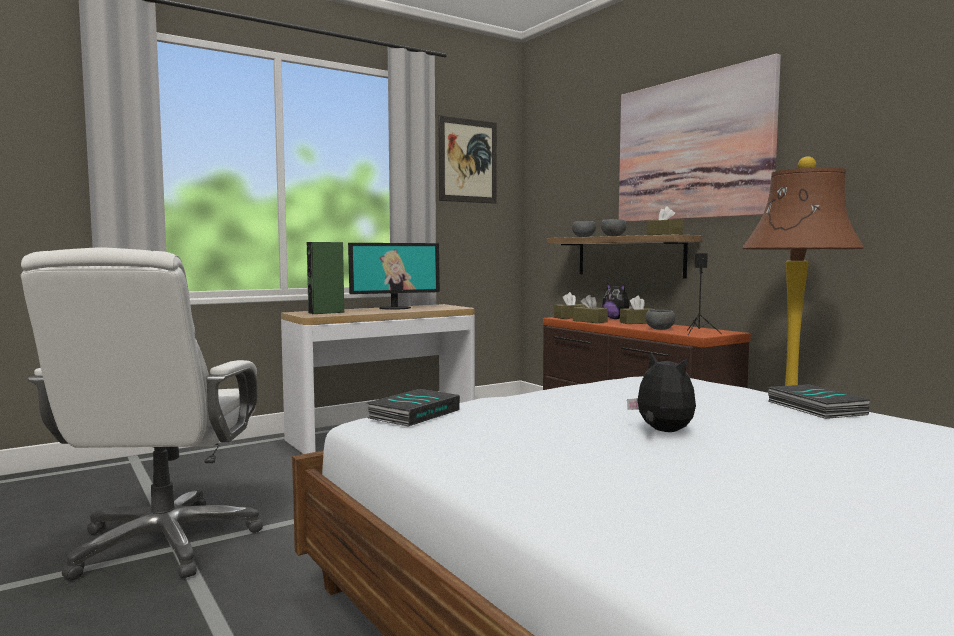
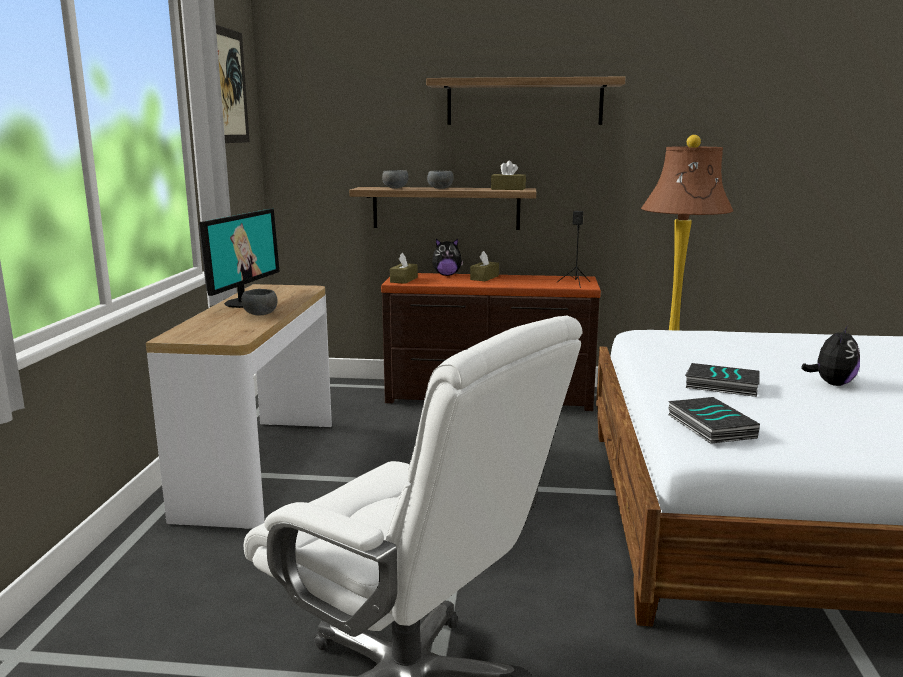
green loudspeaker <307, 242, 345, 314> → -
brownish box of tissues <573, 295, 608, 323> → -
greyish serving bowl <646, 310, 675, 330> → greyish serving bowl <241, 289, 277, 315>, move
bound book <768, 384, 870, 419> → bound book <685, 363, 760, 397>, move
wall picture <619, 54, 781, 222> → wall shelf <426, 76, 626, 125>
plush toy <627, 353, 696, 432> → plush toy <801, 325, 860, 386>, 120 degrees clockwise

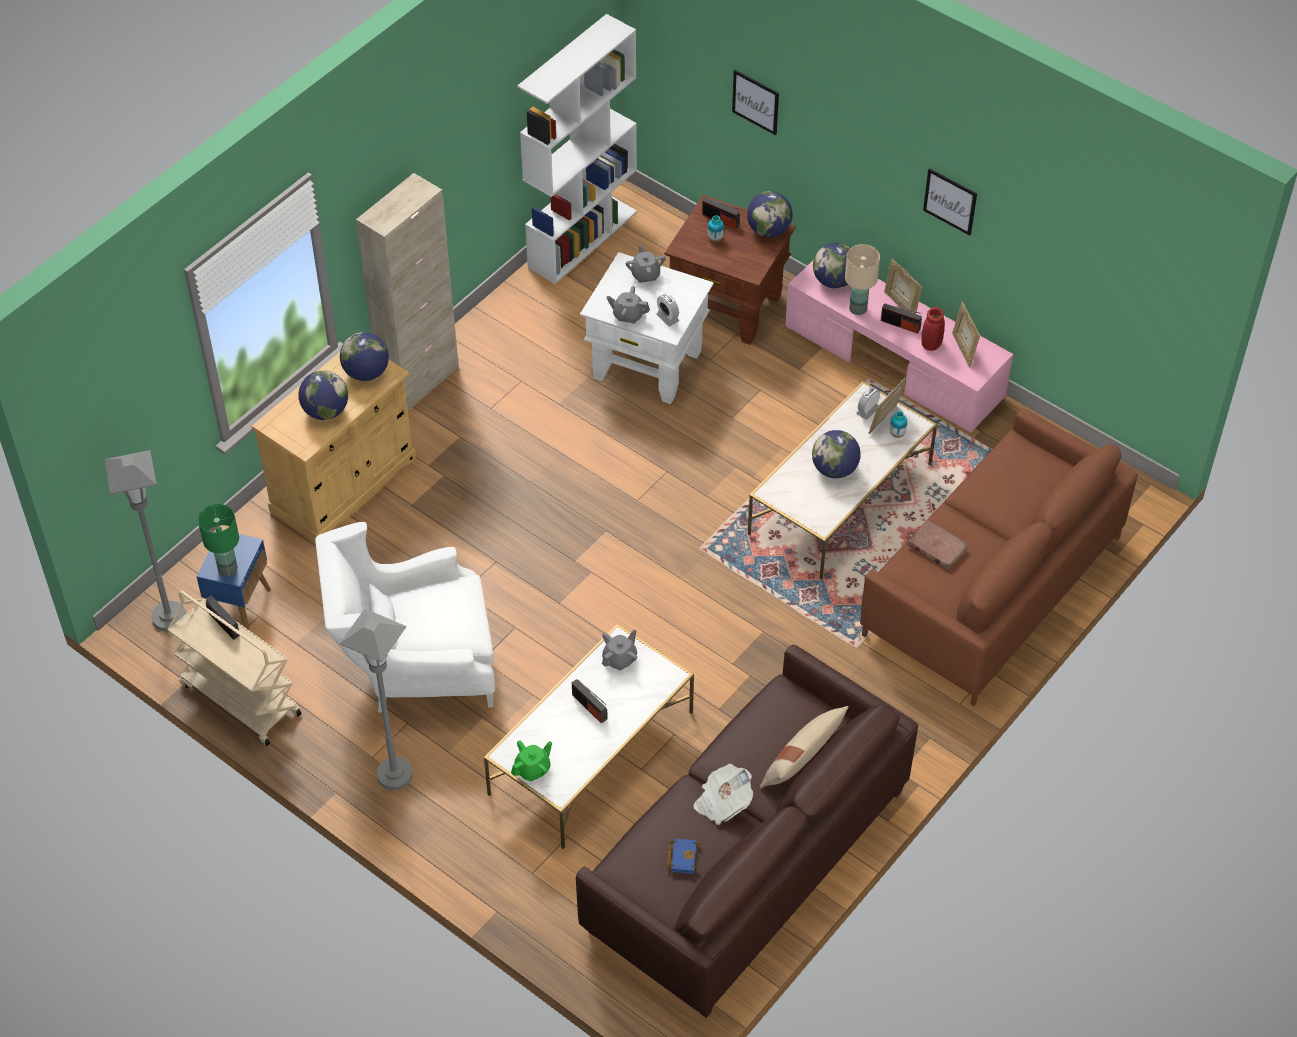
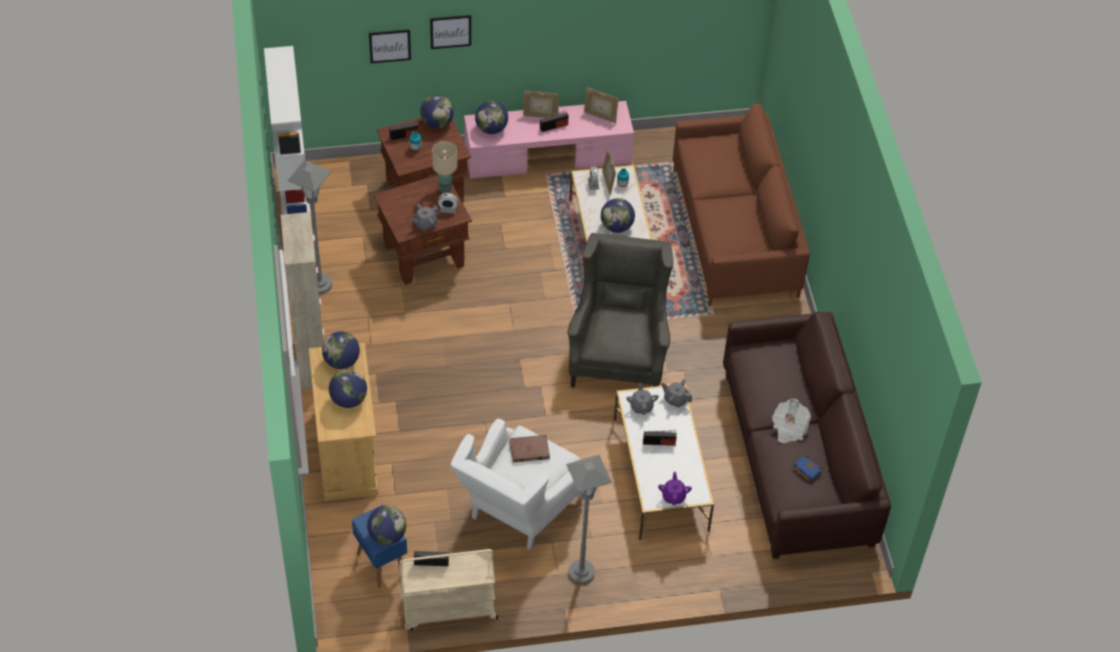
beige-coloured cushion <760, 706, 849, 788> → -
reddish flower vase <921, 307, 945, 351> → -
- → greyish lounge chair <567, 233, 673, 388>
greyish standard lamp <105, 450, 186, 632> → greyish standard lamp <288, 160, 332, 294>, move
greyish teapot <626, 244, 666, 283> → greyish teapot <661, 379, 692, 408>, move
beige-coloured table lamp <845, 244, 880, 315> → beige-coloured table lamp <432, 141, 457, 193>, move
brownish bound book <907, 520, 968, 570> → brownish bound book <509, 435, 550, 463>, move
wall picture <923, 168, 977, 236> → wall picture <430, 15, 471, 49>, move
green table lamp <198, 504, 239, 577> → globe <367, 506, 406, 545>
green teapot <511, 740, 552, 781> → purplish teapot <658, 472, 692, 506>
white end table <580, 252, 714, 404> → brownish end table <373, 175, 472, 285>

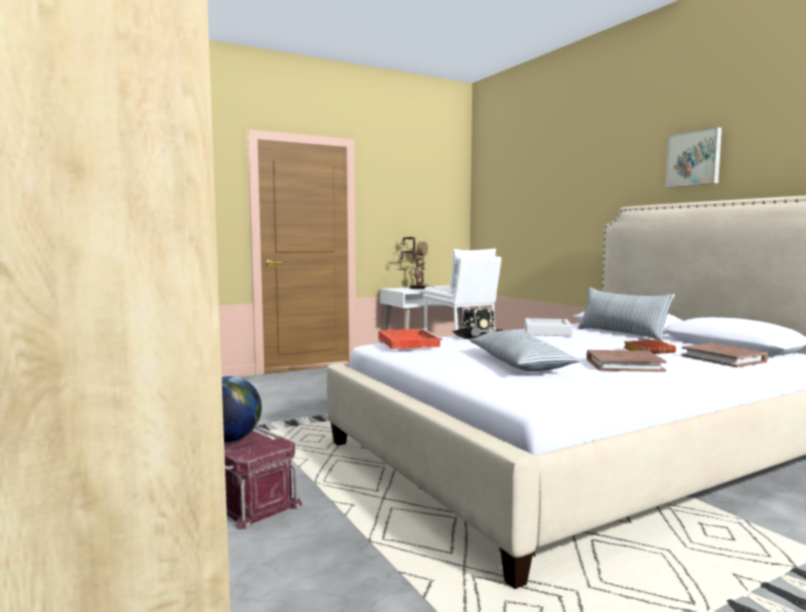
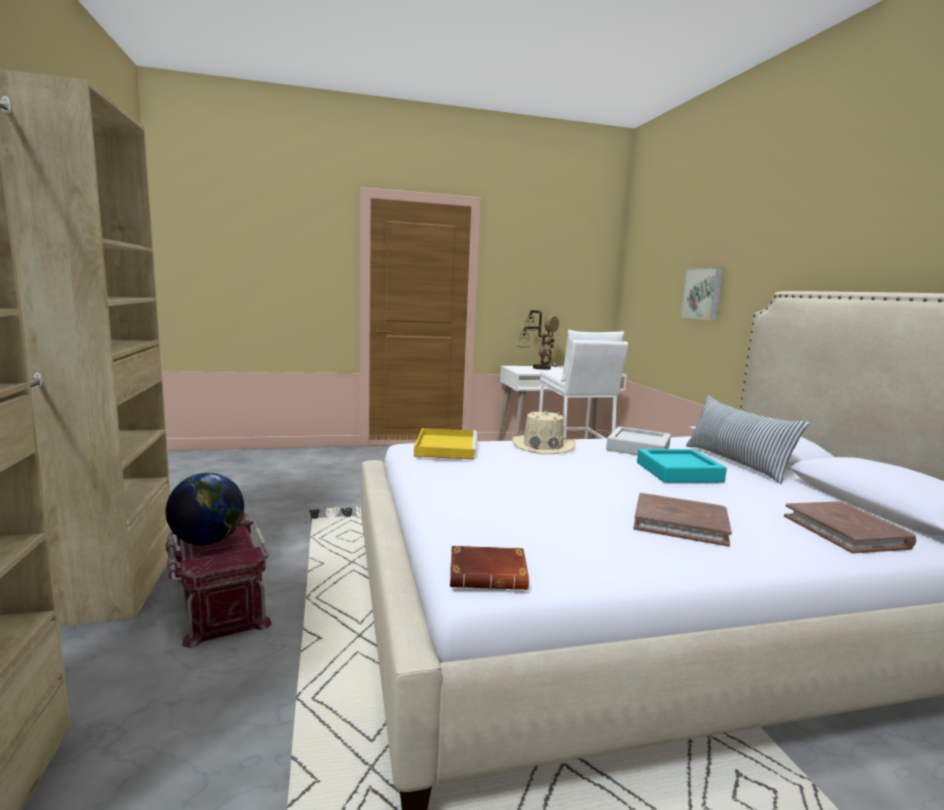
cushion <470, 330, 581, 372> → -
- → turquoise-coloured carrying tray <637, 449, 727, 483>
brownish bound book <623, 340, 676, 354> → brownish bound book <450, 546, 529, 590>, move
wall picture <666, 127, 722, 188> → wall picture <680, 267, 723, 320>, move
reddish carrying tray <379, 328, 442, 349> → yellow-coloured carrying tray <414, 428, 478, 460>
black wearable hat <452, 305, 504, 339> → beige-coloured wearable hat <512, 409, 576, 454>

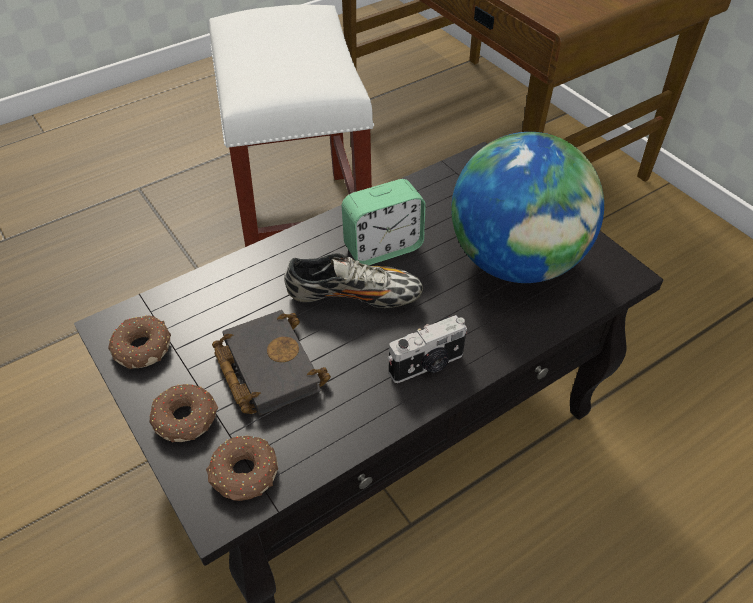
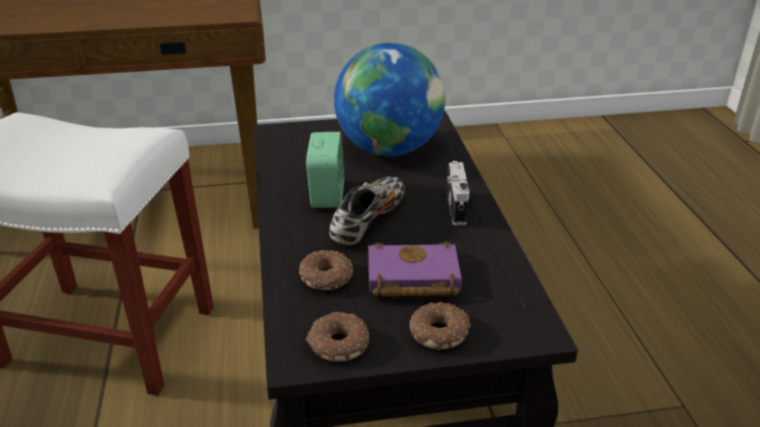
donut <206, 436, 278, 501> → donut <299, 250, 353, 290>, move
black bound book <212, 310, 331, 416> → purplish bound book <368, 241, 462, 297>

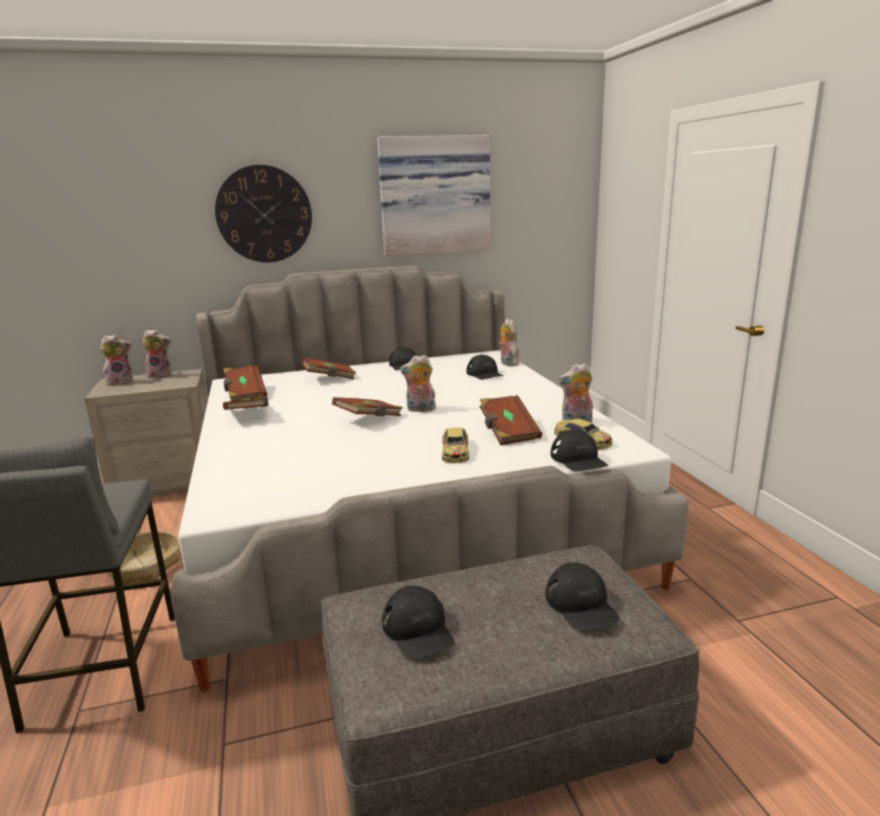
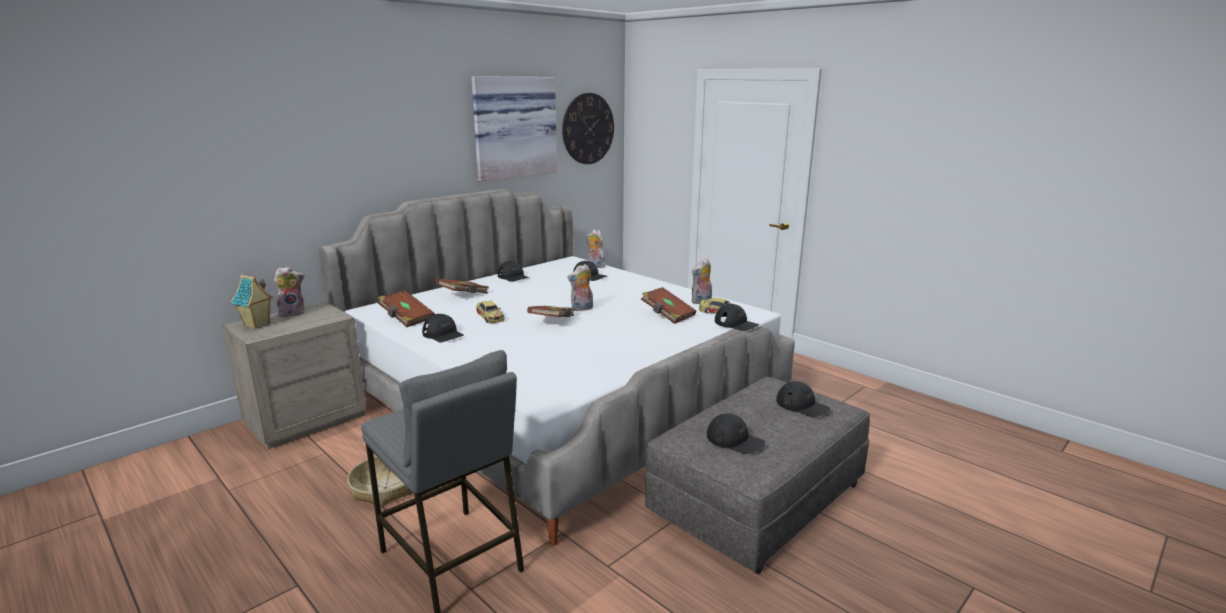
wall clock <215, 165, 312, 262> → wall clock <562, 93, 614, 164>, move
miniature car <442, 428, 469, 463> → miniature car <476, 301, 505, 323>, move
plush toy <100, 335, 133, 386> → toy house <231, 275, 273, 329>
brownish bound book <223, 396, 269, 410> → black peaked cap <422, 314, 464, 342>

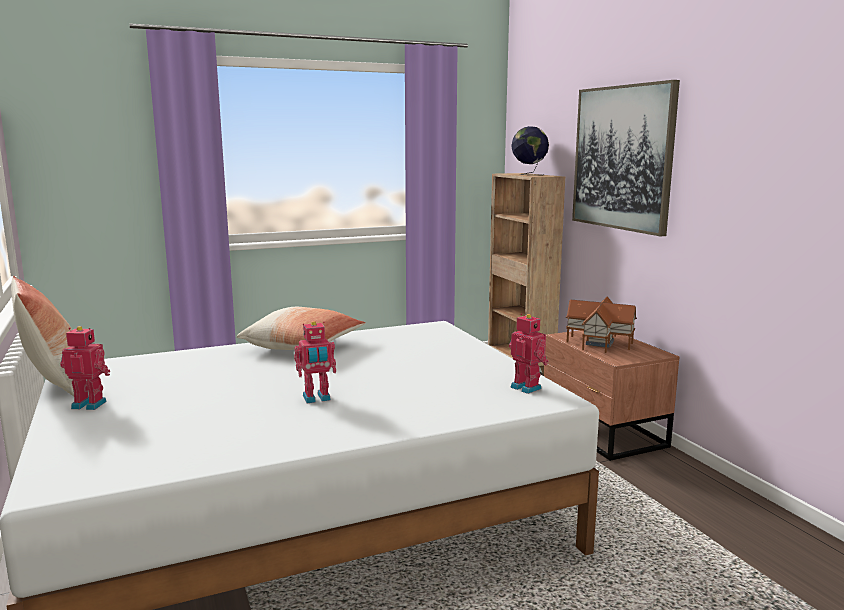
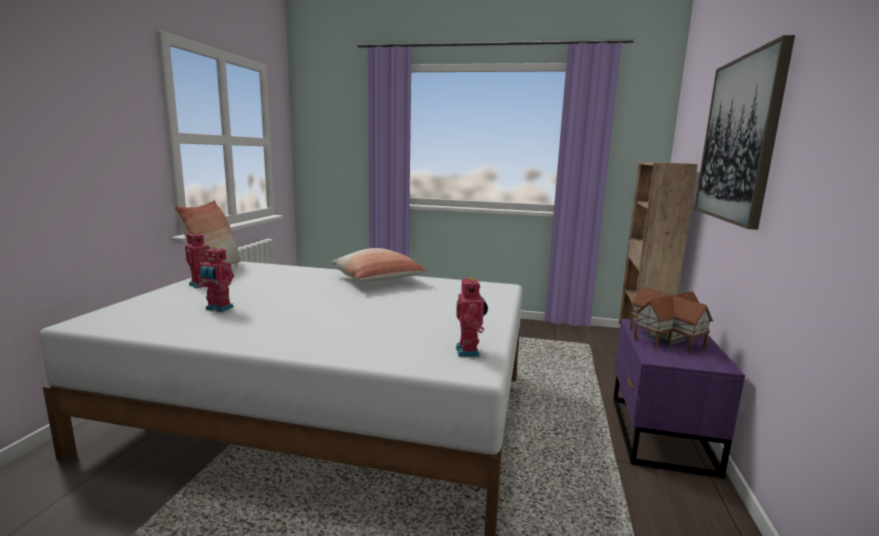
globe <511, 126, 549, 175> → -
robot figure <294, 321, 336, 403> → robot figure <198, 246, 234, 312>, move
brownish bedside table <544, 330, 679, 461> → purplish bedside table <613, 319, 745, 478>

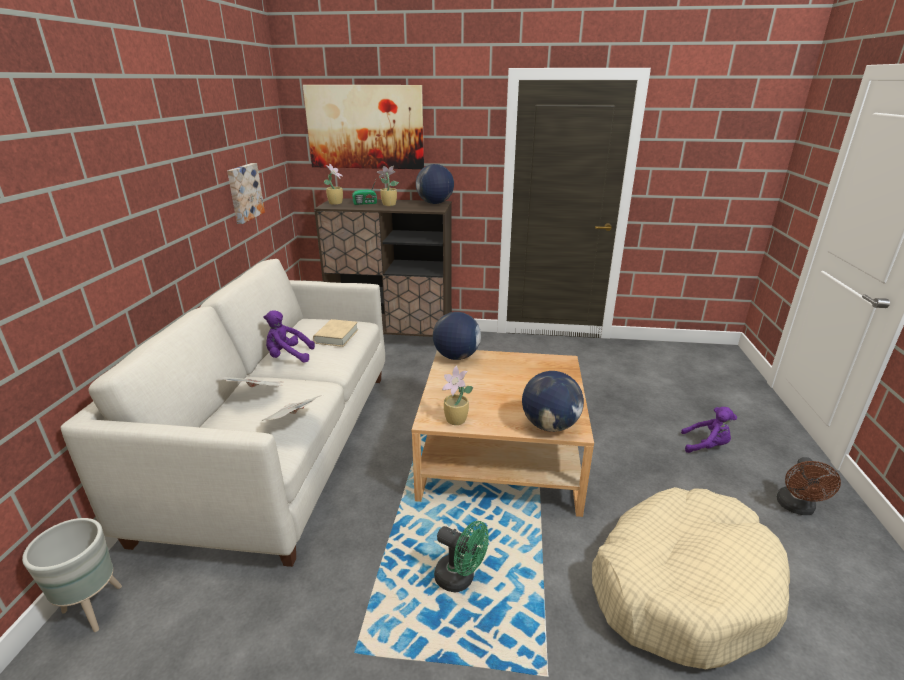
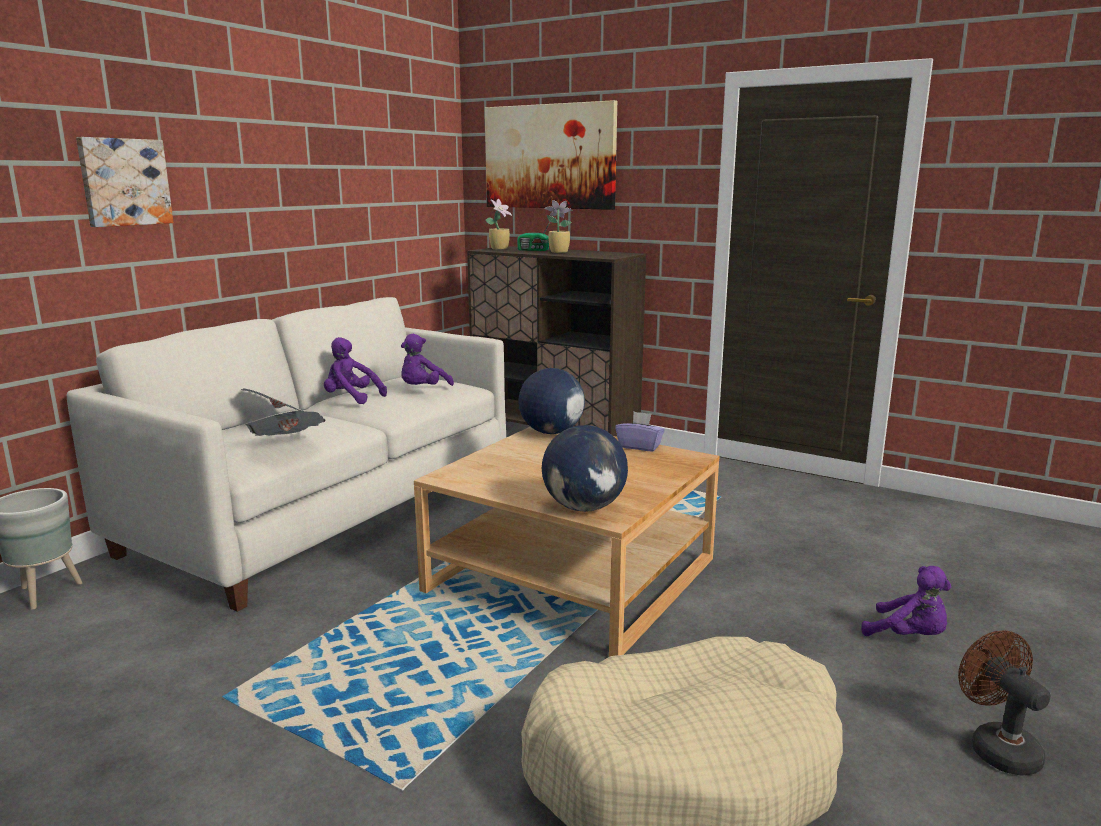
globe <416, 164, 454, 204> → -
green fan <434, 521, 489, 592> → -
potted plant <442, 365, 473, 425> → -
- → purplish box of tissues <615, 412, 665, 452>
wall picture <227, 163, 265, 224> → wall picture <76, 137, 174, 227>, move
beige-coloured bound book <313, 319, 358, 347> → purplish plush toy <401, 334, 454, 386>
brownish fan <777, 457, 841, 515> → brownish fan <958, 631, 1050, 776>, 120 degrees clockwise

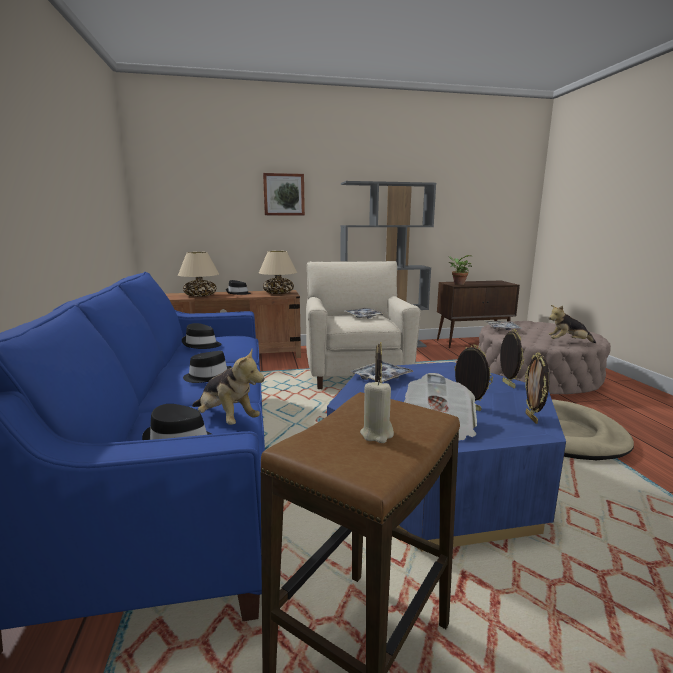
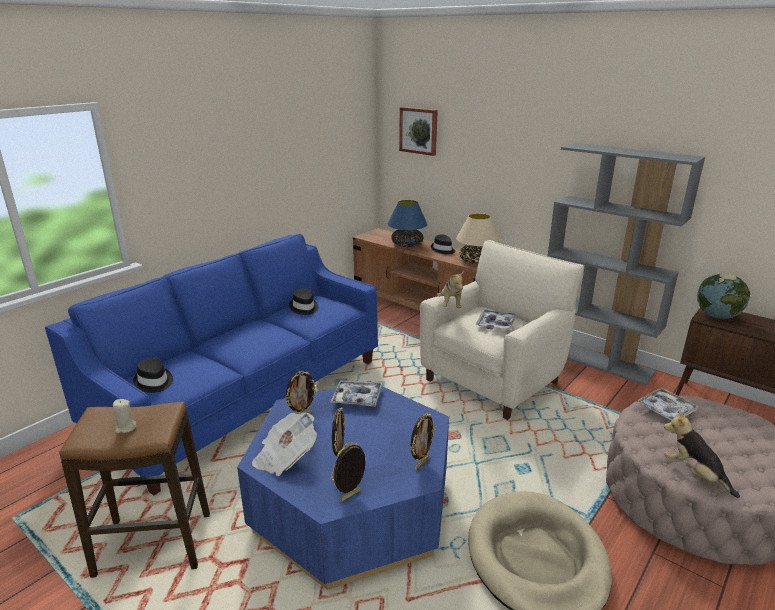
black wearable hat <183, 351, 232, 383> → -
plush toy <192, 349, 264, 425> → plush toy <437, 271, 464, 308>, move
wall picture <263, 173, 305, 216> → wall picture <399, 107, 438, 156>, move
potted plant <448, 255, 472, 285> → globe <697, 273, 750, 319>
beige-coloured table lamp <178, 252, 219, 297> → bluish table lamp <388, 200, 428, 247>

